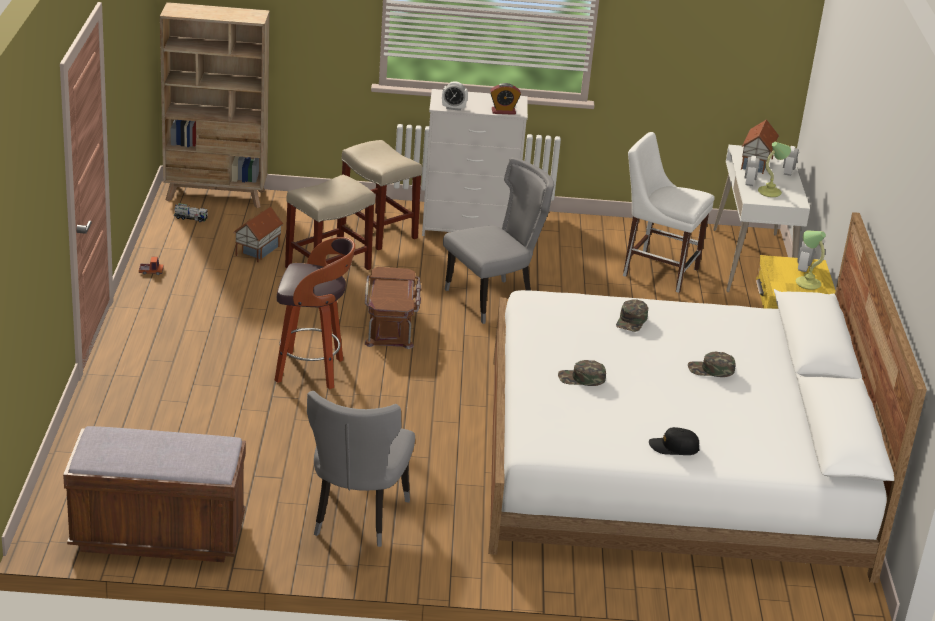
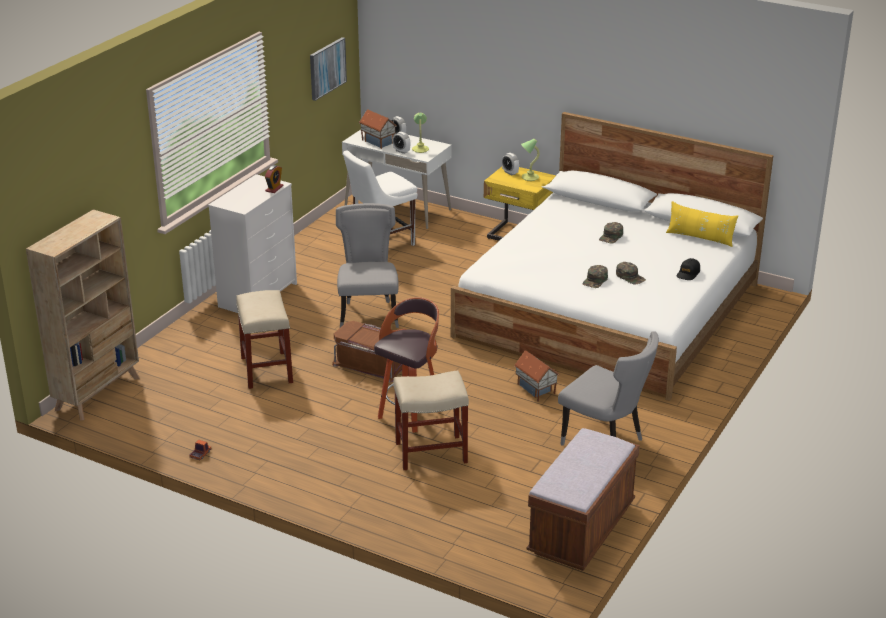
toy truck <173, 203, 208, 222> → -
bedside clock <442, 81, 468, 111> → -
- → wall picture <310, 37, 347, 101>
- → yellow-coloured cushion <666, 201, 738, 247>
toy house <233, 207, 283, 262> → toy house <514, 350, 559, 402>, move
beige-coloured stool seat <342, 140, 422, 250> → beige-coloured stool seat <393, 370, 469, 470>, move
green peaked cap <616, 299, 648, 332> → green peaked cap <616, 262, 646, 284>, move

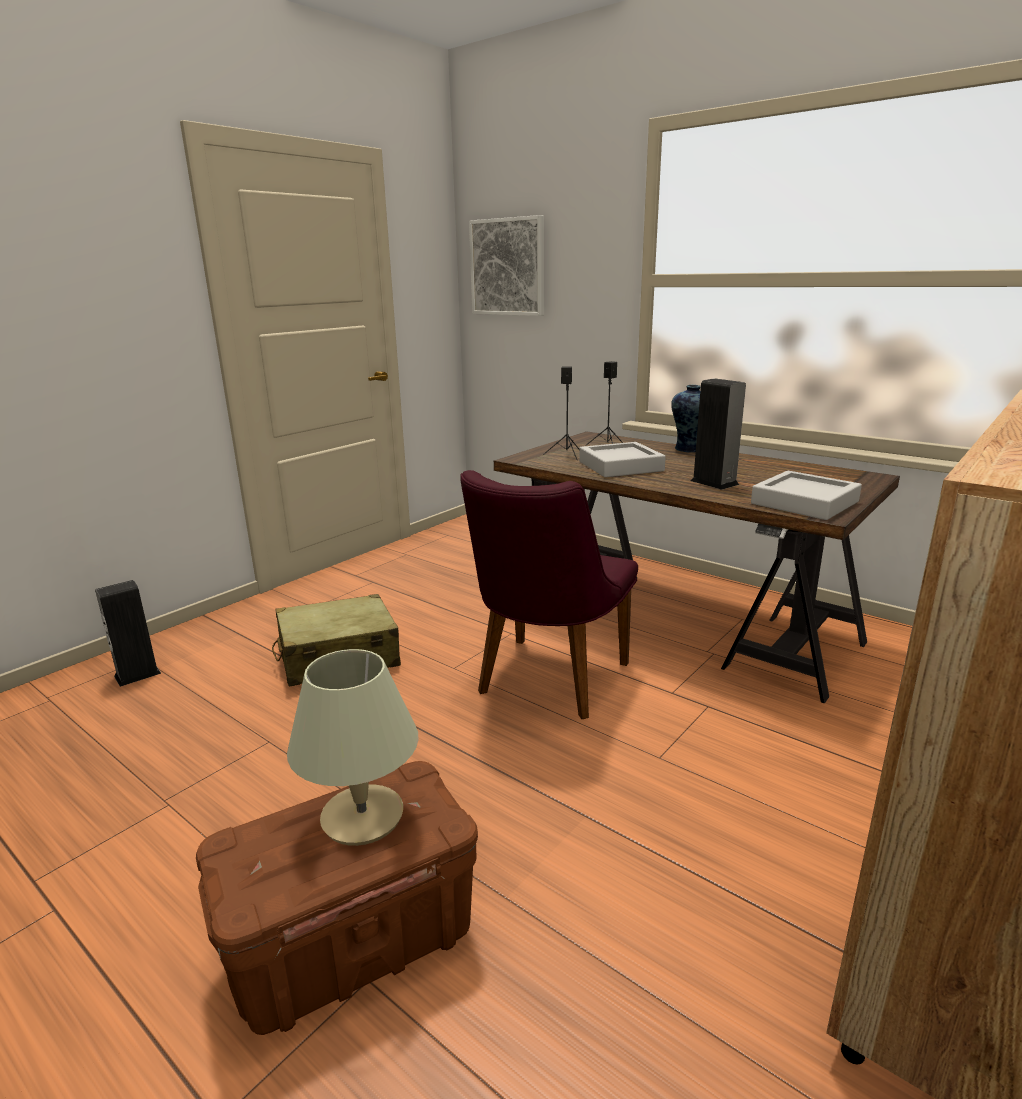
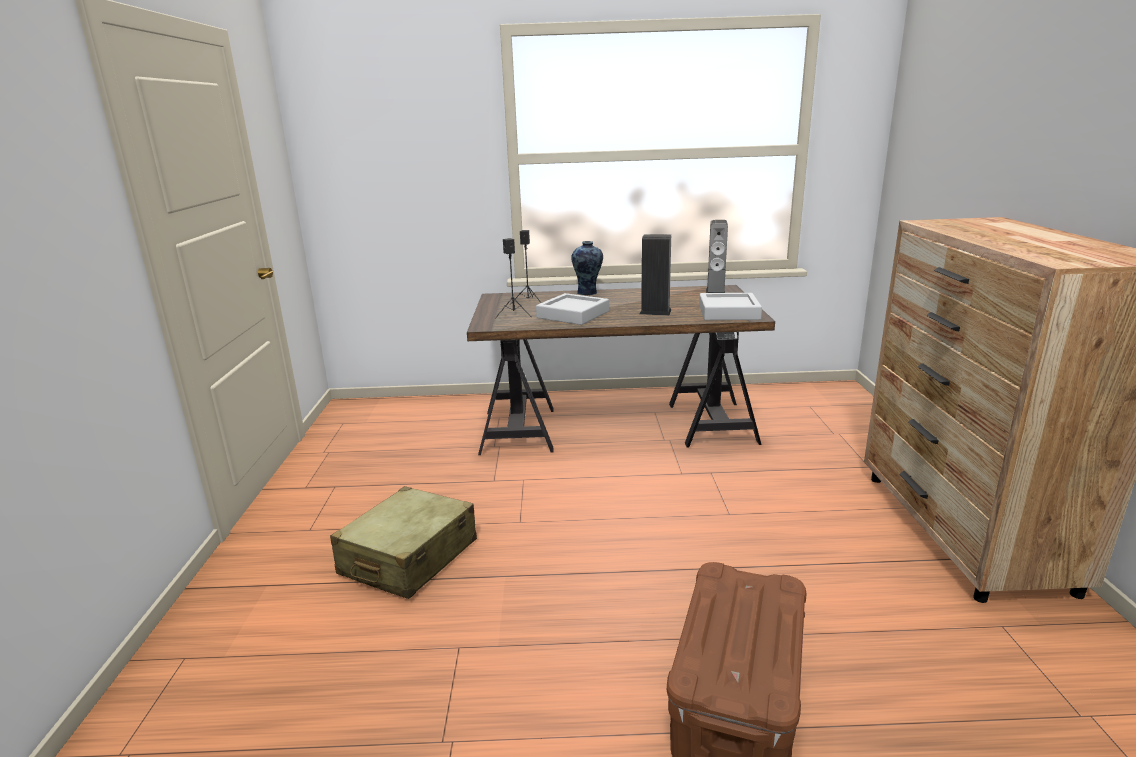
beige-coloured table lamp <287, 649, 419, 846> → -
purplish chair <460, 470, 638, 719> → -
wall picture <469, 215, 544, 316> → -
loudspeaker <95, 580, 161, 687> → loudspeaker <706, 220, 728, 293>, move

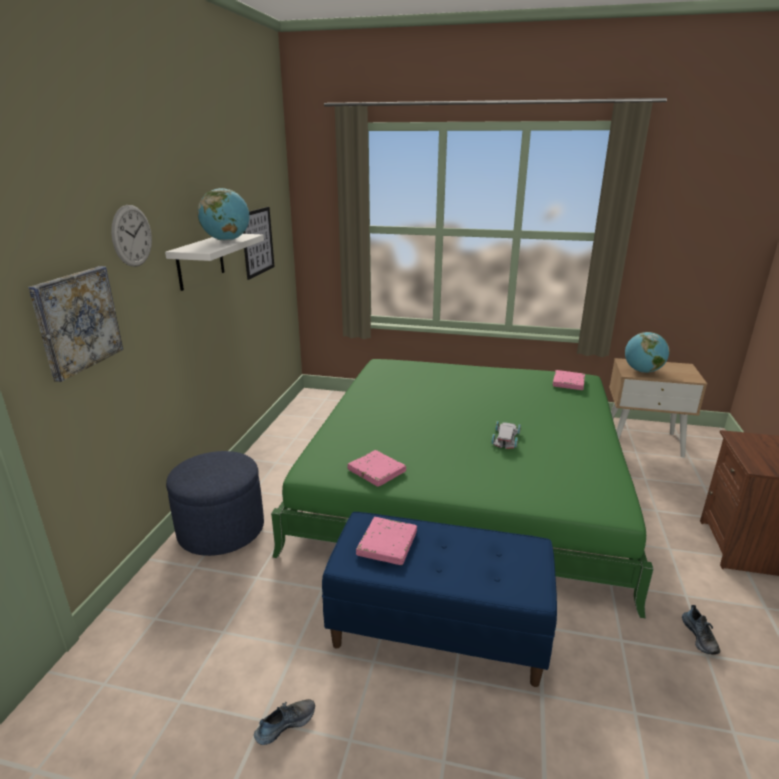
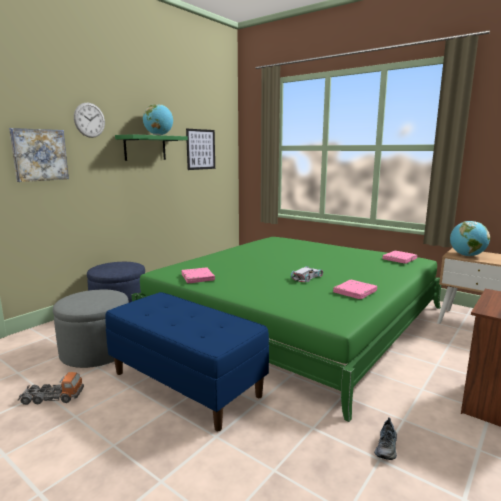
- → greyish footrest <53, 289, 129, 368>
pinkish bound book <356, 517, 417, 565> → pinkish bound book <333, 280, 377, 299>, move
item of footwear <254, 699, 315, 745> → toy truck <18, 372, 84, 405>
white wall shelf <165, 234, 264, 291> → green wall shelf <115, 134, 188, 161>

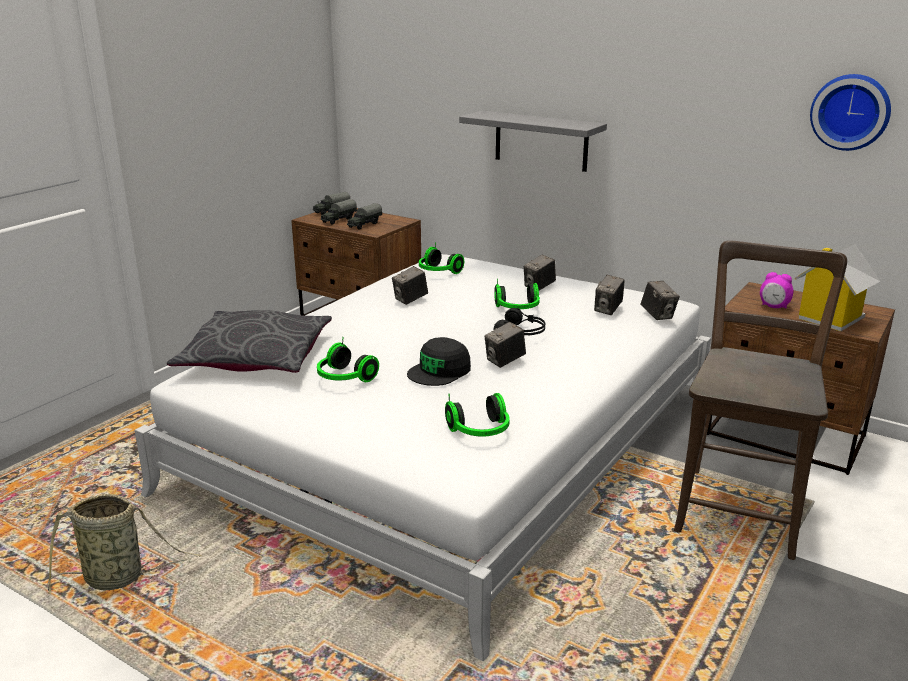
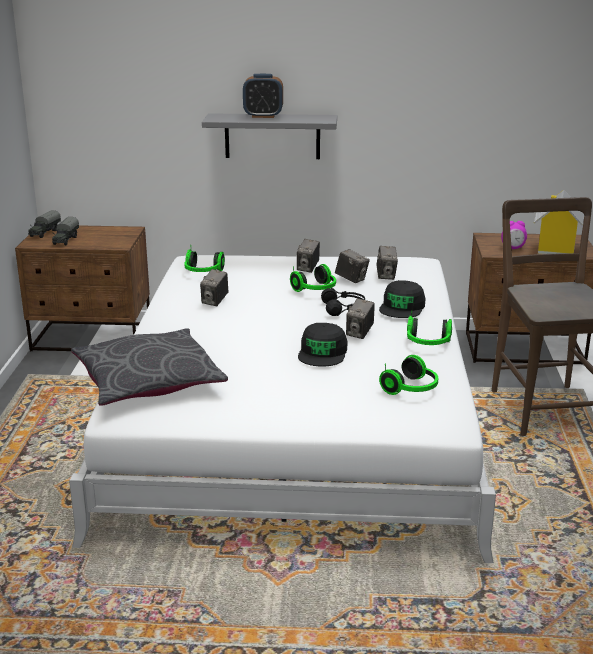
household basket <47, 494, 201, 594> → -
toy truck <347, 203, 382, 230> → -
wall clock <810, 74, 891, 151> → -
- → bedside clock <243, 74, 283, 118>
- → black peaked cap <379, 280, 425, 318>
pair of headphones <317, 337, 379, 382> → pair of headphones <407, 310, 452, 345>, move
photo camera <641, 281, 680, 320> → photo camera <335, 249, 370, 283>, move

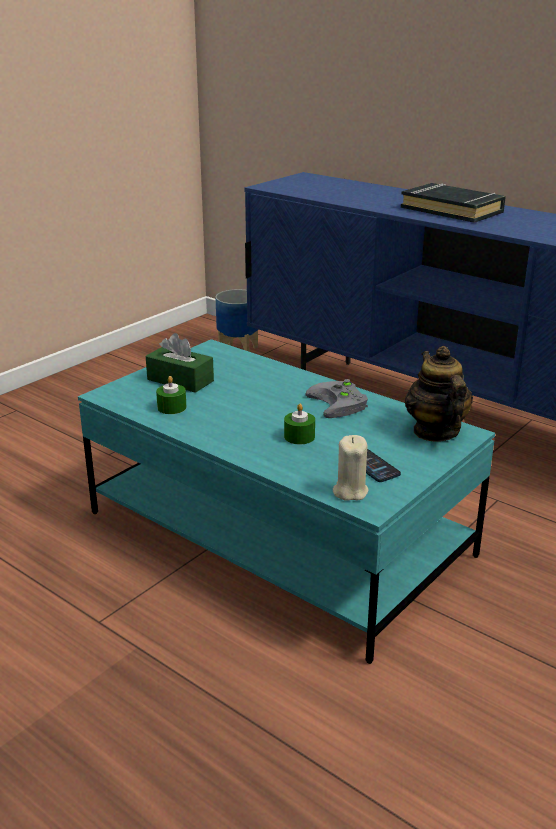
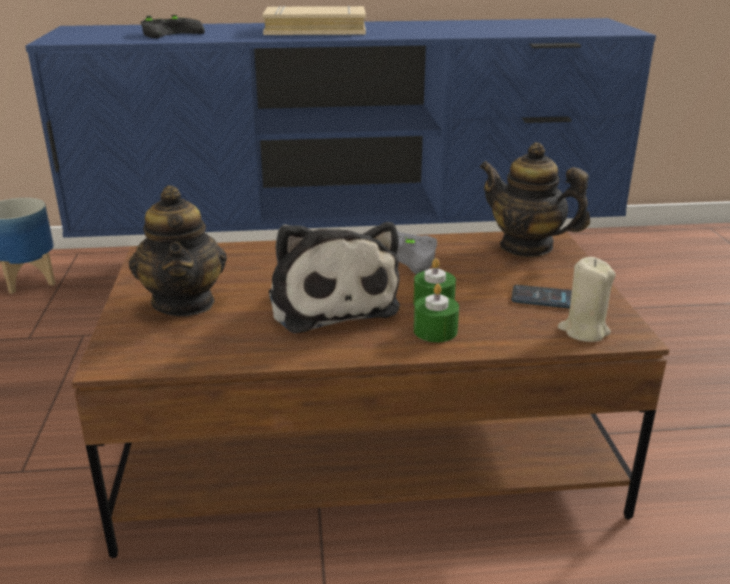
- → black game controller <141, 15, 205, 38>
- → plush toy <268, 222, 400, 334>
green candle <156, 376, 187, 414> → green candle <414, 284, 459, 342>, move
green box of tissues <146, 333, 214, 393> → teapot <129, 185, 227, 316>
turquoise-coloured coffee table <78, 339, 495, 664> → brownish coffee table <72, 229, 669, 558>
black bound book <401, 183, 506, 223> → beige-coloured bound book <262, 5, 366, 35>

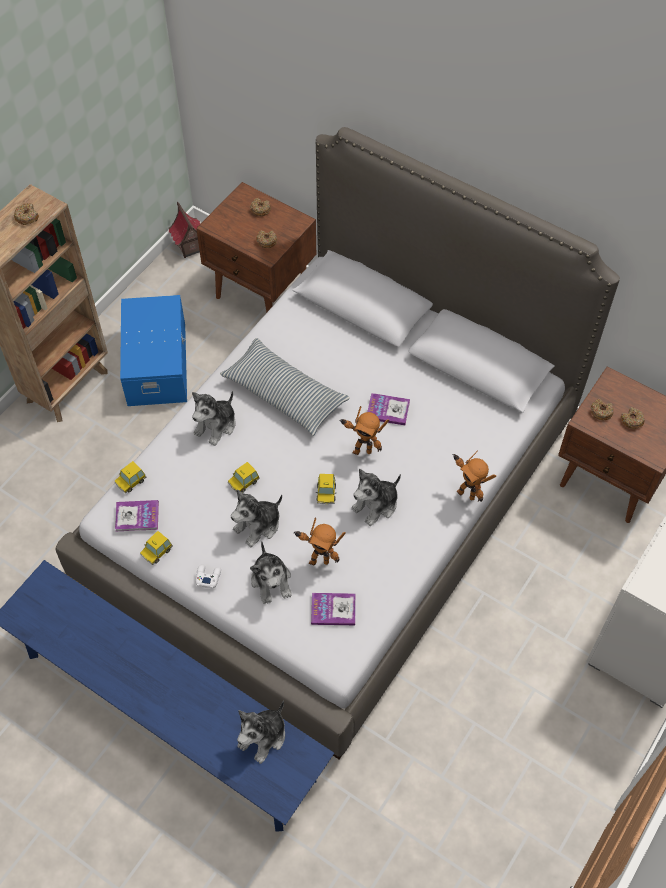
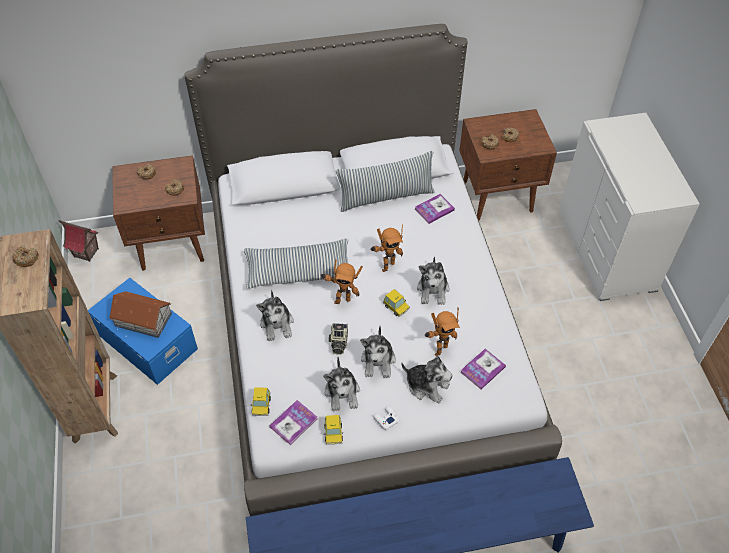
- → toy house <109, 291, 172, 338>
- → cushion <336, 151, 435, 212>
plush toy <237, 701, 285, 764> → plush toy <323, 357, 360, 412>, move
bound book <367, 393, 410, 425> → bound book <415, 194, 455, 224>, move
robot figure <454, 450, 496, 502> → robot figure <320, 260, 363, 304>, move
miniature car <228, 462, 260, 493> → photo camera <329, 323, 348, 355>

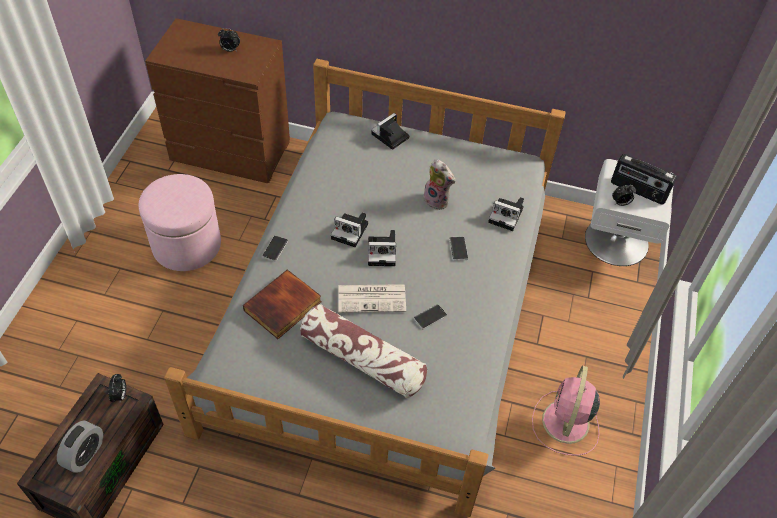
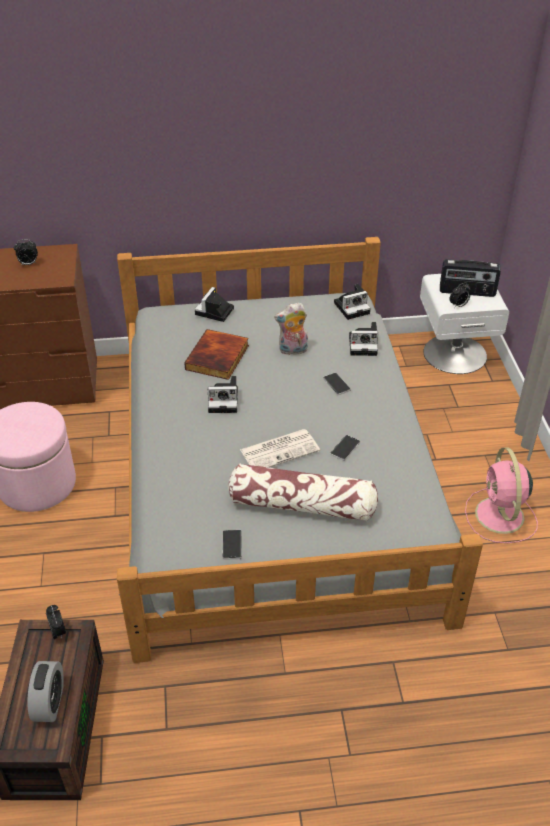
bound book <243, 269, 322, 339> → bound book <184, 329, 249, 380>, move
handset <262, 235, 288, 261> → handset <222, 530, 242, 560>, move
photo camera <368, 230, 396, 266> → photo camera <334, 284, 371, 320>, move
plush toy <422, 159, 455, 210> → plush toy <274, 302, 308, 355>, 150 degrees clockwise

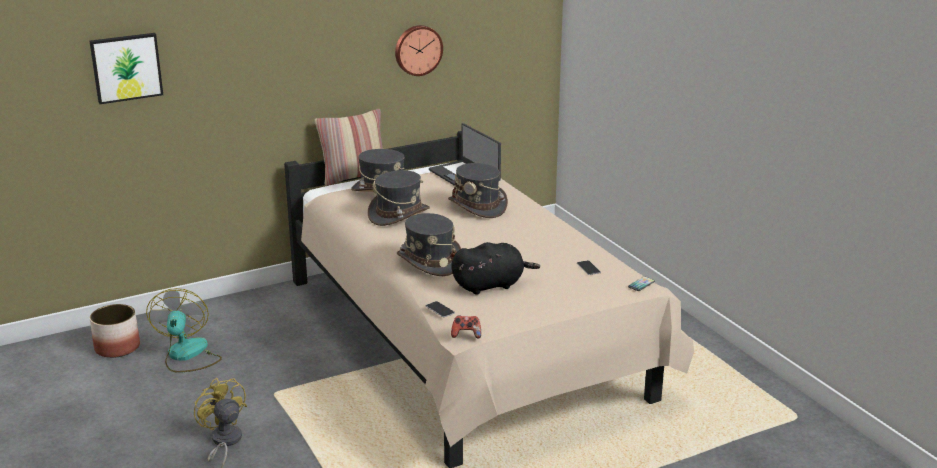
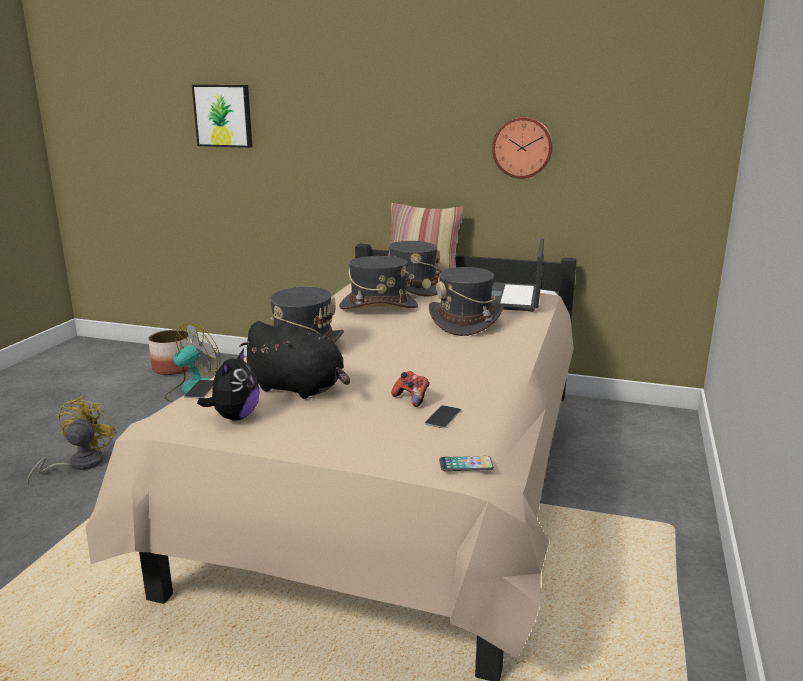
- → plush toy <197, 348, 259, 421>
game controller <451, 316, 481, 339> → game controller <391, 371, 430, 407>, move

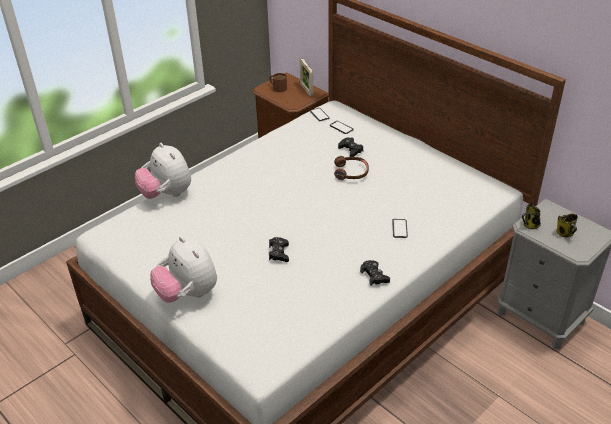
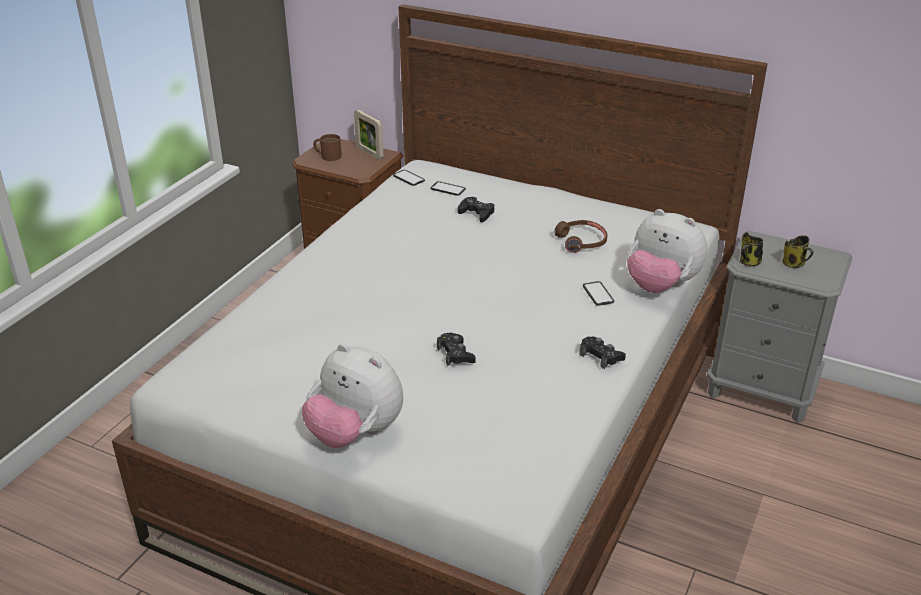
plush toy <135, 143, 191, 199> → plush toy <627, 209, 707, 293>, move
brownish pair of headphones <334, 156, 369, 180> → brownish pair of headphones <554, 220, 607, 253>, move

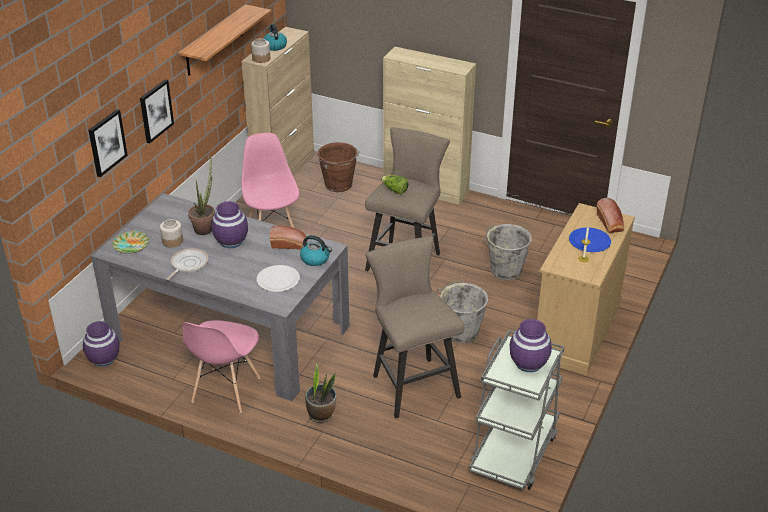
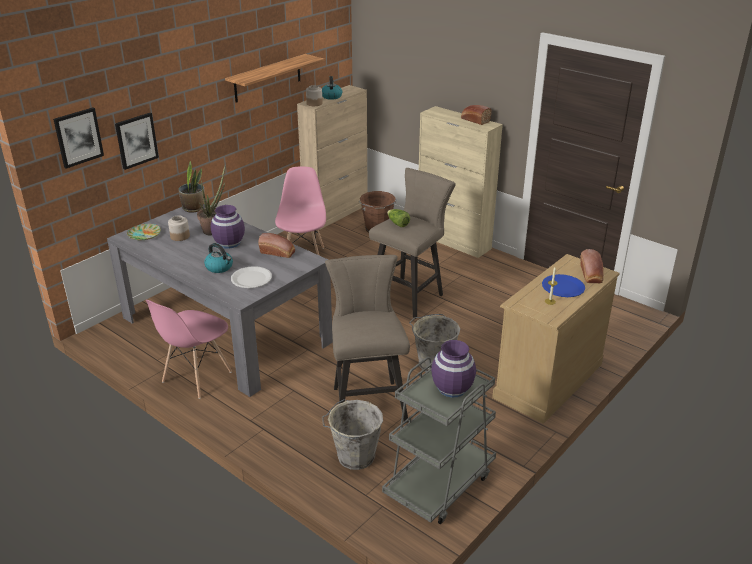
purplish flower vase <83, 321, 119, 367> → -
frying pan <166, 249, 208, 280> → -
- → bakery bread <461, 105, 492, 125>
wall picture <140, 79, 174, 144> → wall picture <53, 107, 104, 169>, move
water kettle <300, 235, 332, 266> → water kettle <204, 243, 233, 273>, move
potted plant <306, 363, 336, 423> → potted plant <178, 161, 205, 213>, move
greyish pail <483, 224, 532, 280> → greyish pail <322, 399, 383, 470>, move

